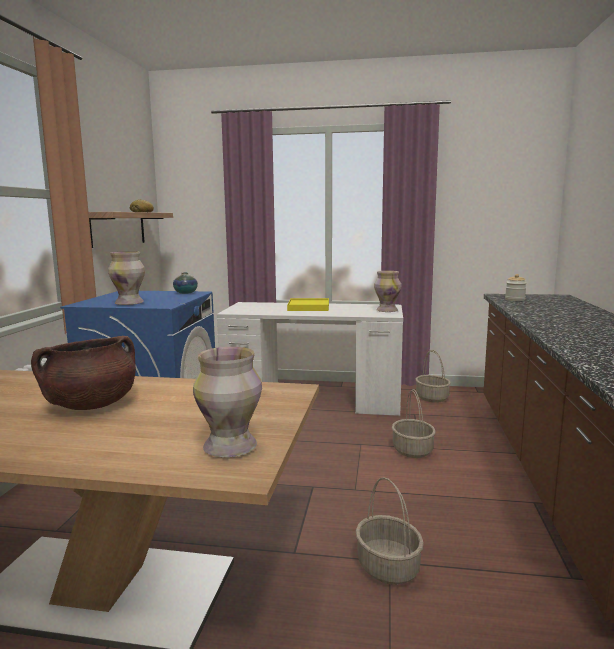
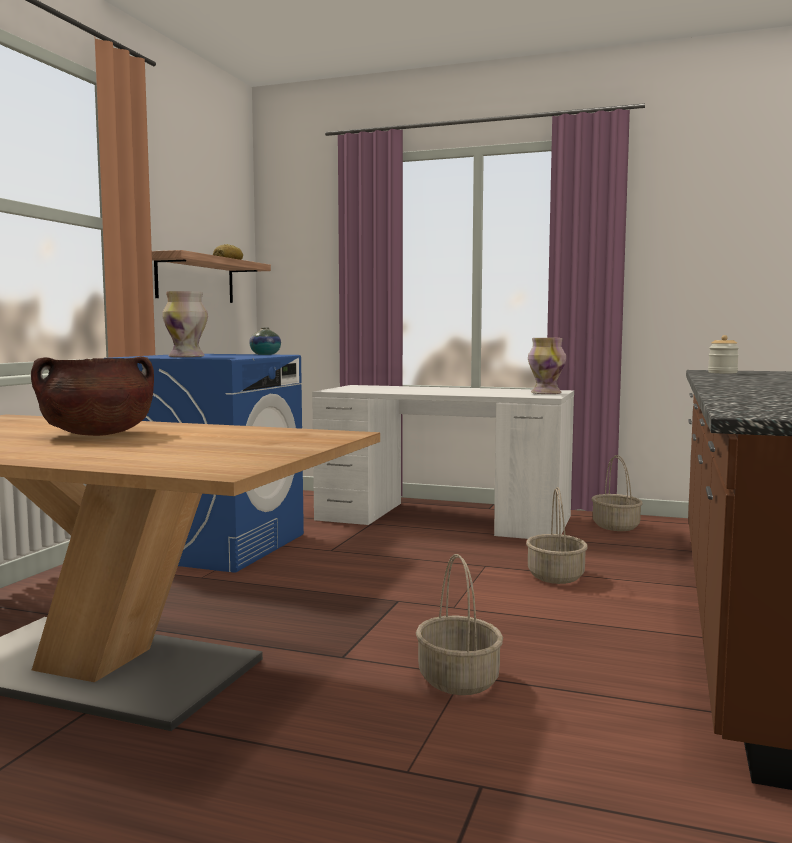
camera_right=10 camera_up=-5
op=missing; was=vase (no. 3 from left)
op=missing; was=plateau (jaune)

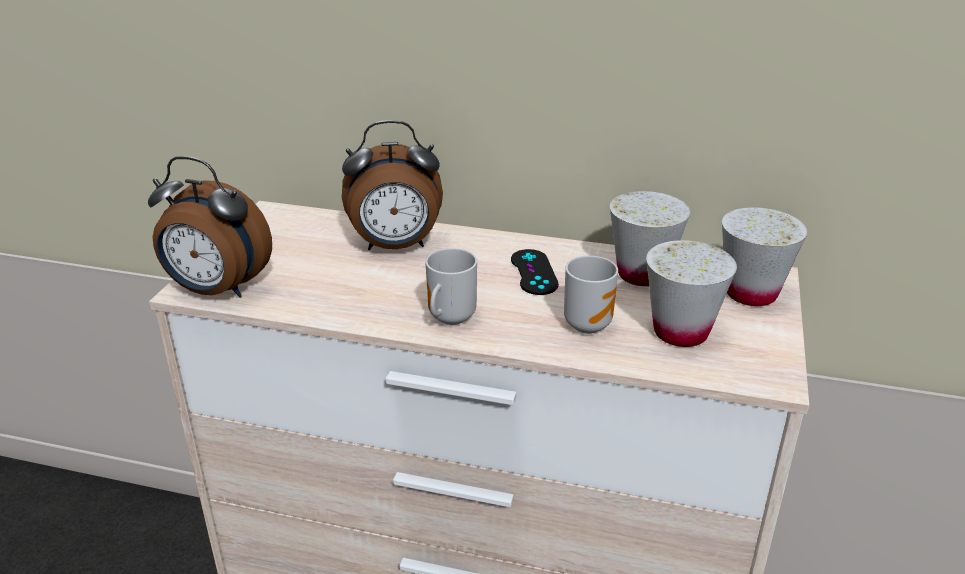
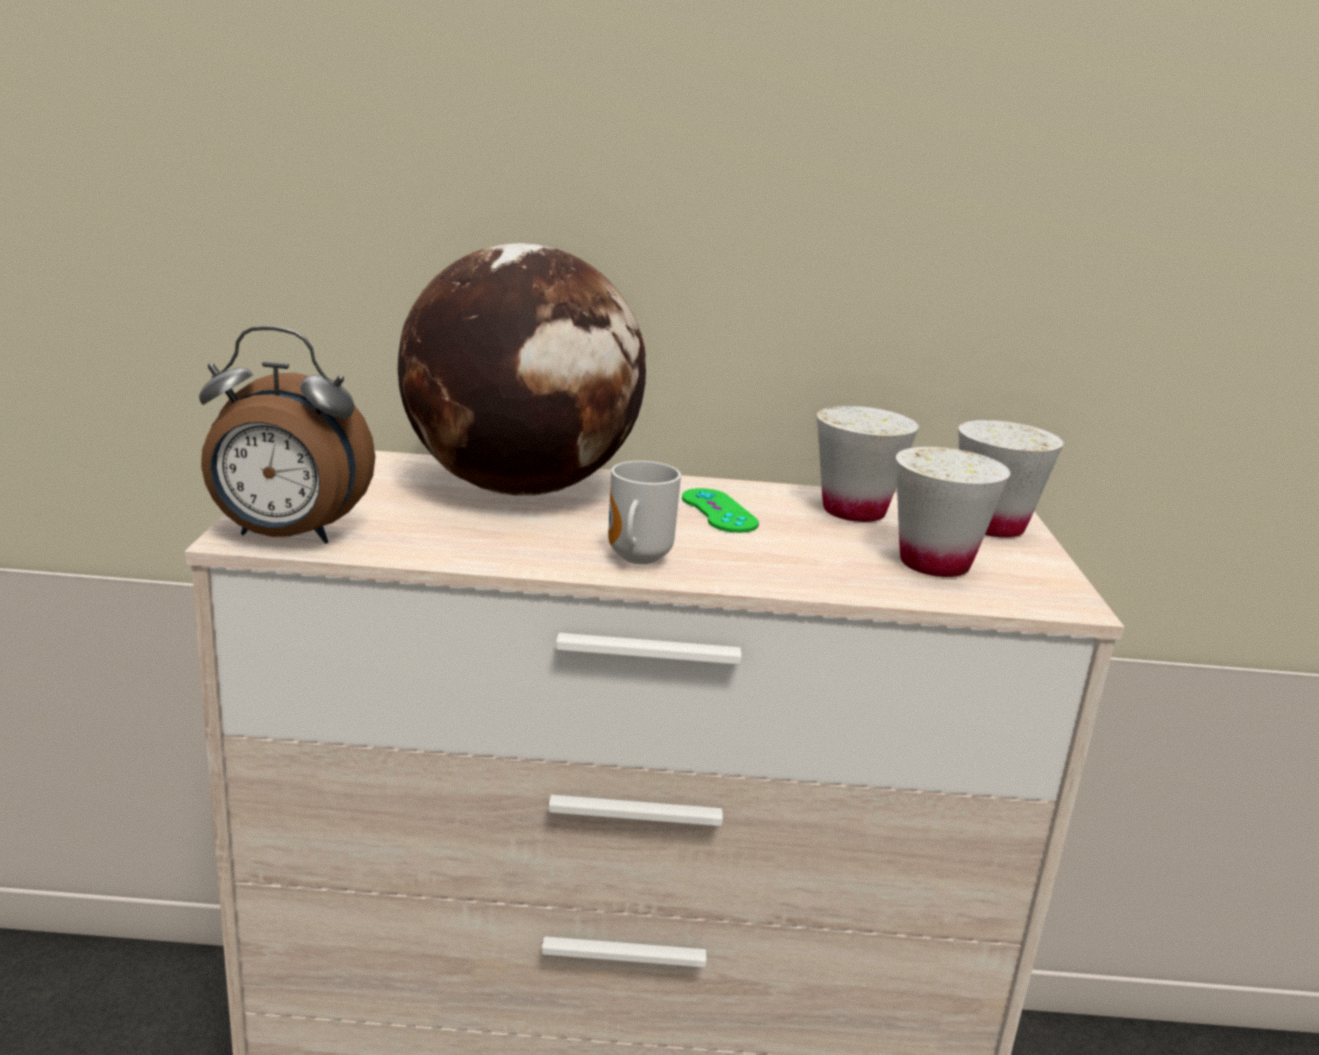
camera_right=-15 camera_up=-10
op=missing; was=mug (no. 2 from left)
op=exchanged; was=réveil (no. 2 from left); now=globe
op=colour; was=manette (noir); now=manette (vert)

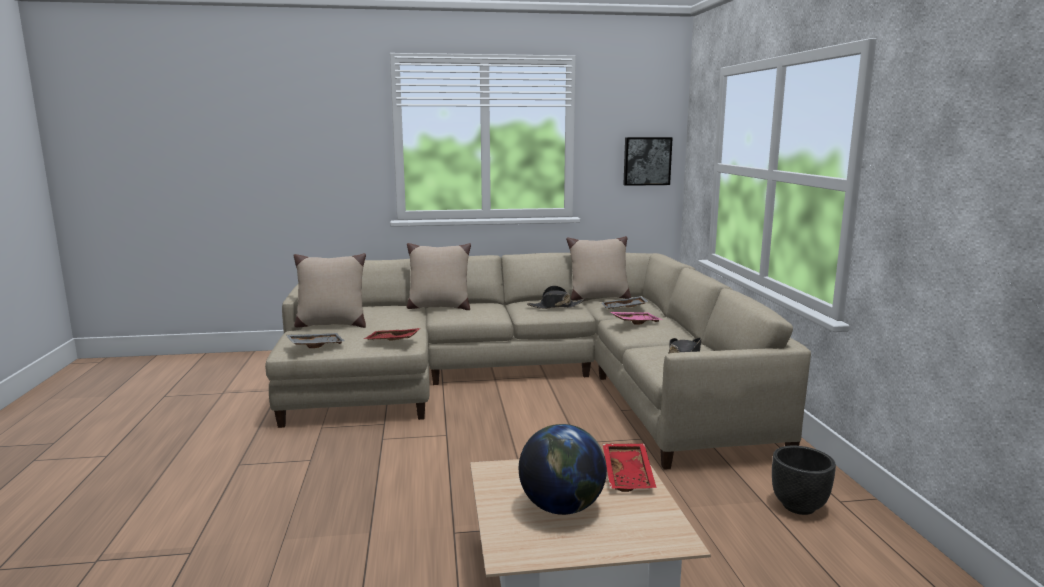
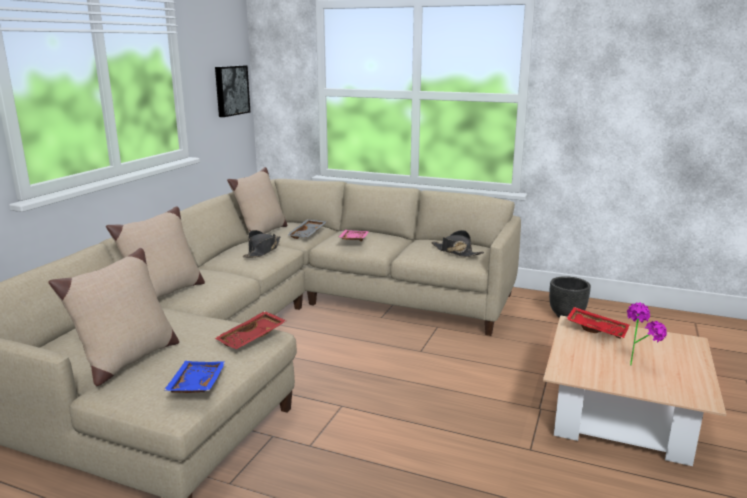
camera_right=-60 camera_up=5
op=exchanged; was=globe; now=plante en pot
op=colour; was=plateau (gris) (no. 1 from left); now=plateau (bleu)

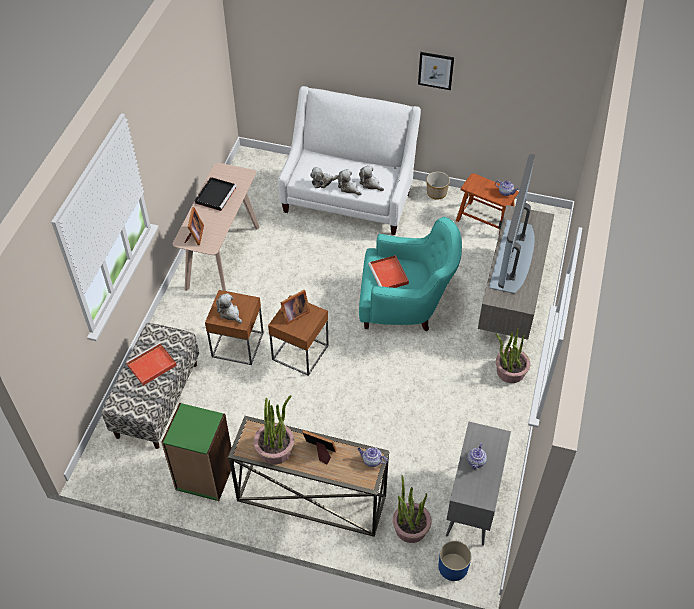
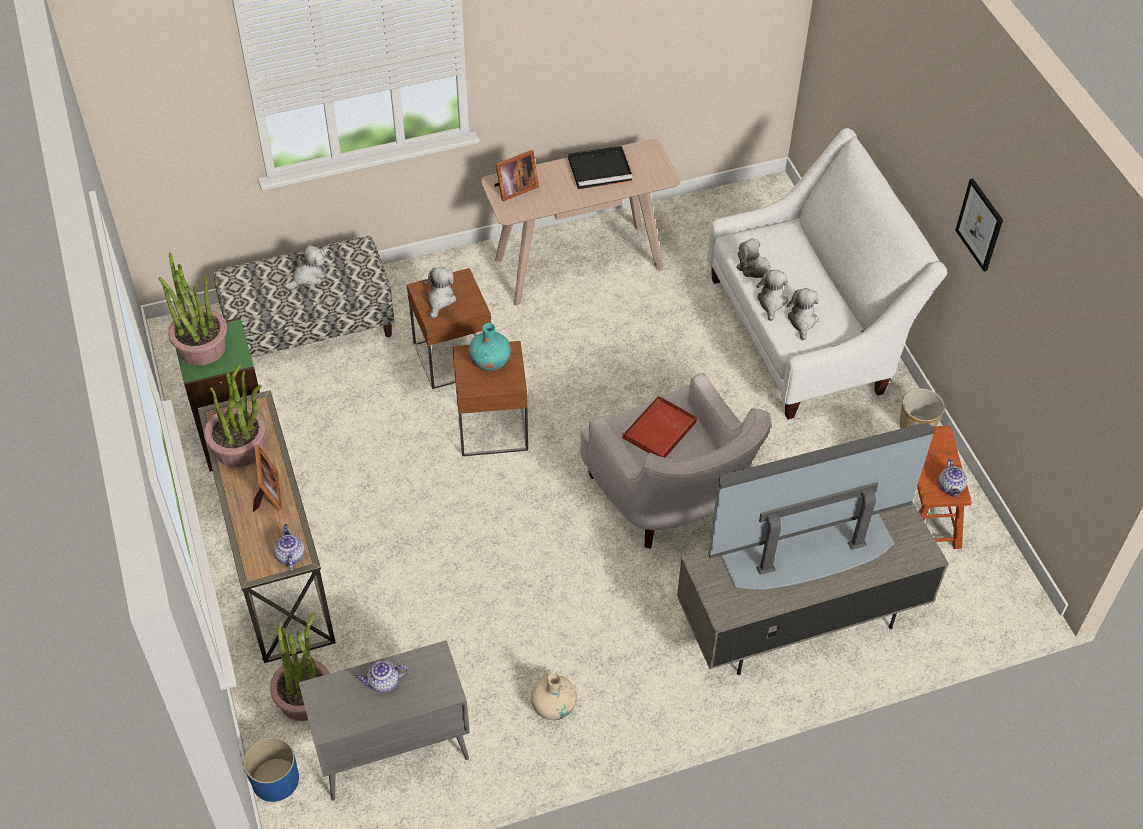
camera_right=55 camera_up=0
op=appeared; now=vase (beige)
op=relocated; was=plante en pot (no. 3 from left in the first image); now=plante en pot (no. 1 from left)
op=exchanged; was=plateau (rouge) (no. 1 from left); now=peluche (no. 1 from left)
op=exchanged; was=cadre photo (no. 2 from left); now=vase (turquoise)
op=colour; was=fauteuil (turquoise); now=fauteuil (blanc)

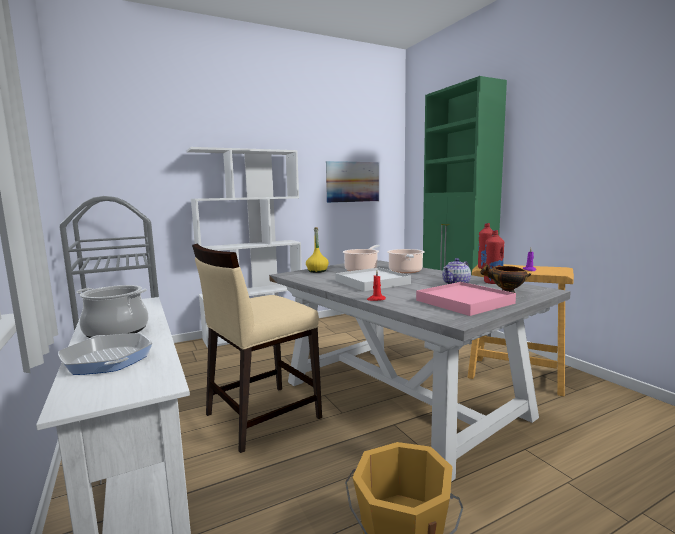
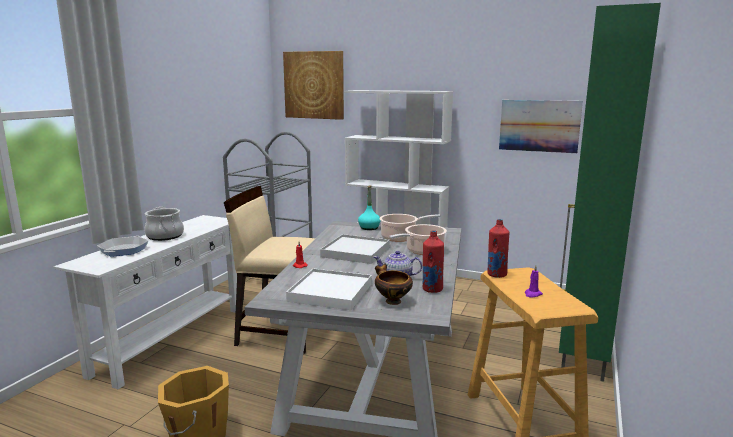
camera_right=50 camera_up=5
op=appeared; now=tableau (no. 1 from left)
op=colour; was=bouteille (jaune); now=bouteille (turquoise)
op=colour; was=plateau (rose); now=plateau (blanc) (no. 1 from left)

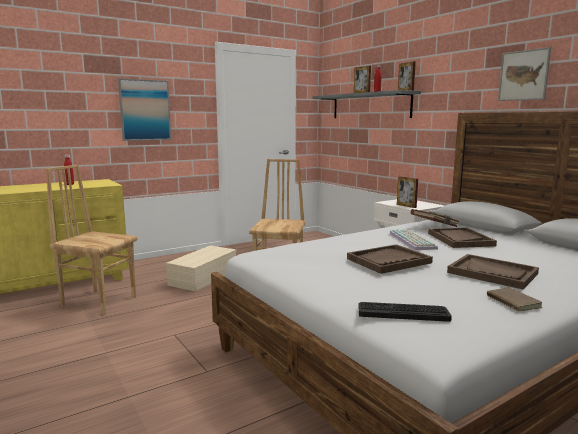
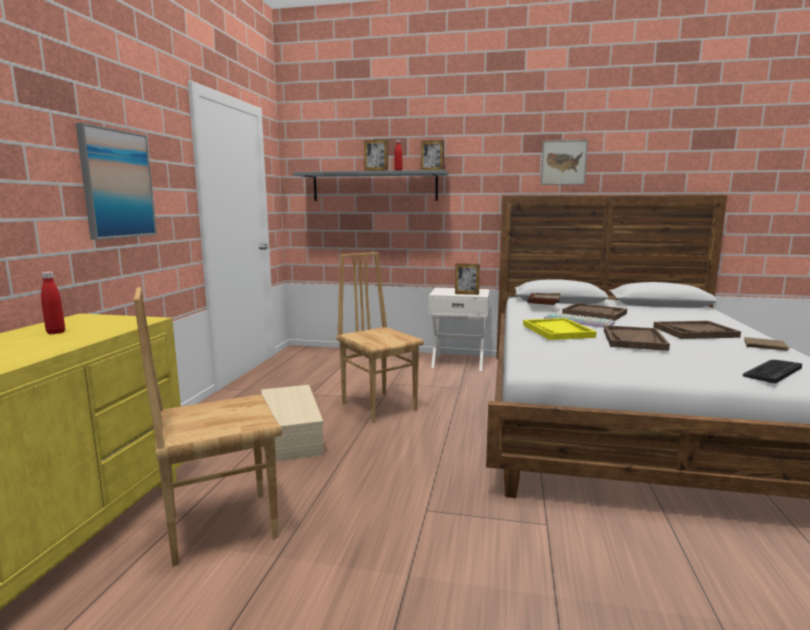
camera_right=-45 camera_up=0
op=appeared; now=plateau (jaune)

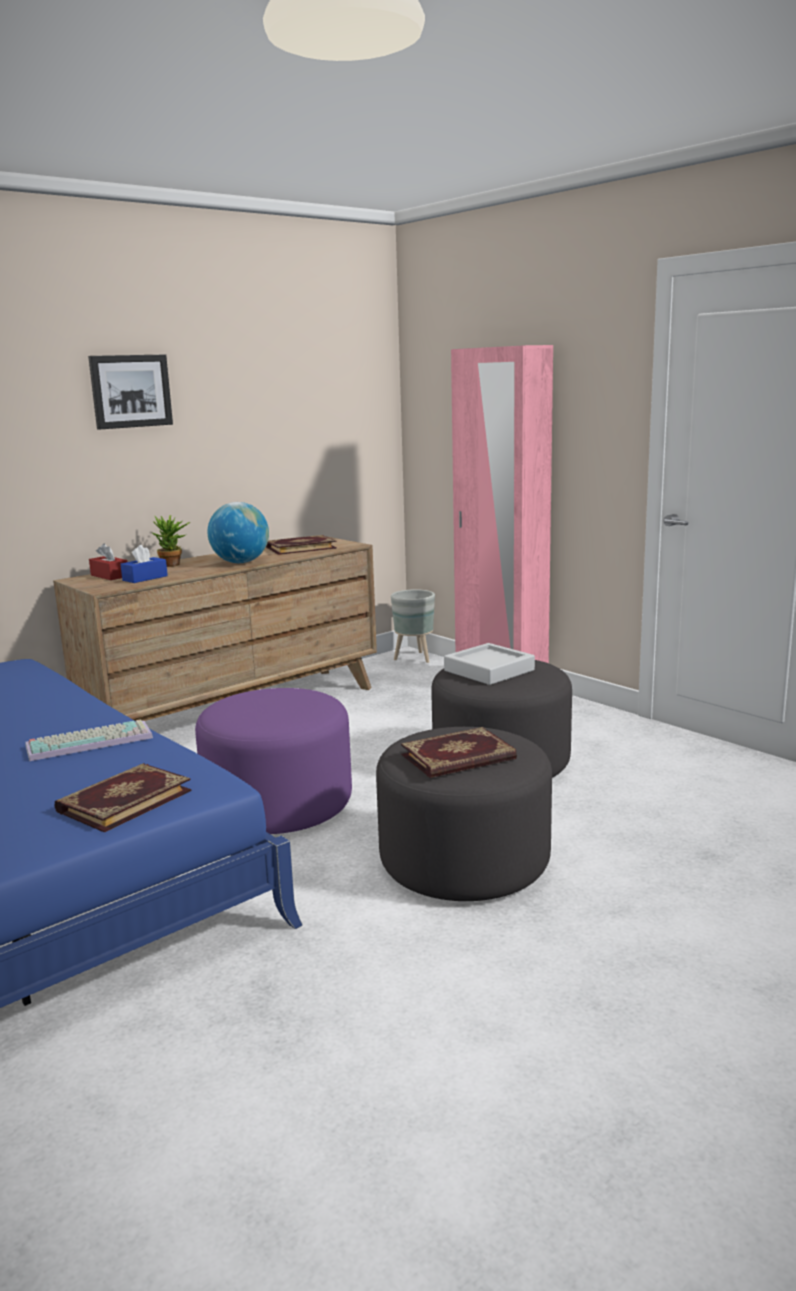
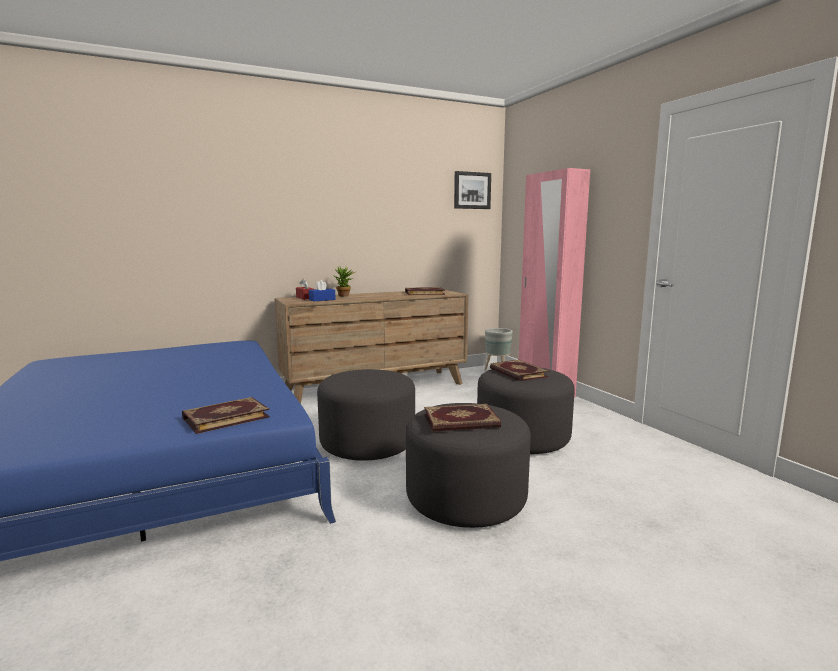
camera_right=15 camera_up=-5
op=missing; was=clavier
op=missing; was=globe
op=relocated; was=tableau
op=exchanged; was=plateau (gris); now=livre (no. 4 from left)
op=colour; was=pouf (violet); now=pouf (gris) (no. 1 from left)

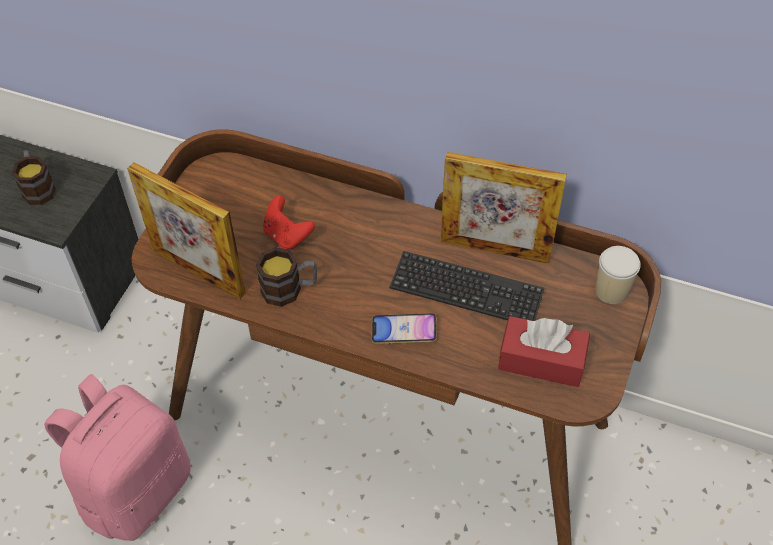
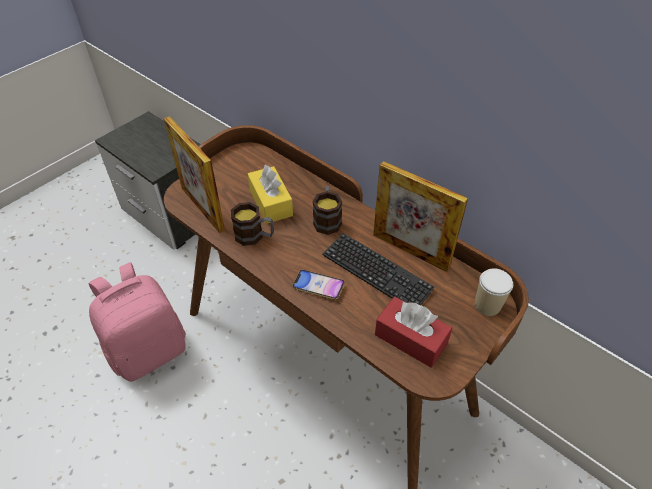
camera_right=20 camera_up=-5
op=relocated; was=mug (no. 1 from left in the first image); now=mug (no. 2 from left)
op=exchanged; was=manette (rouge); now=boîte à mouchoirs (jaune)

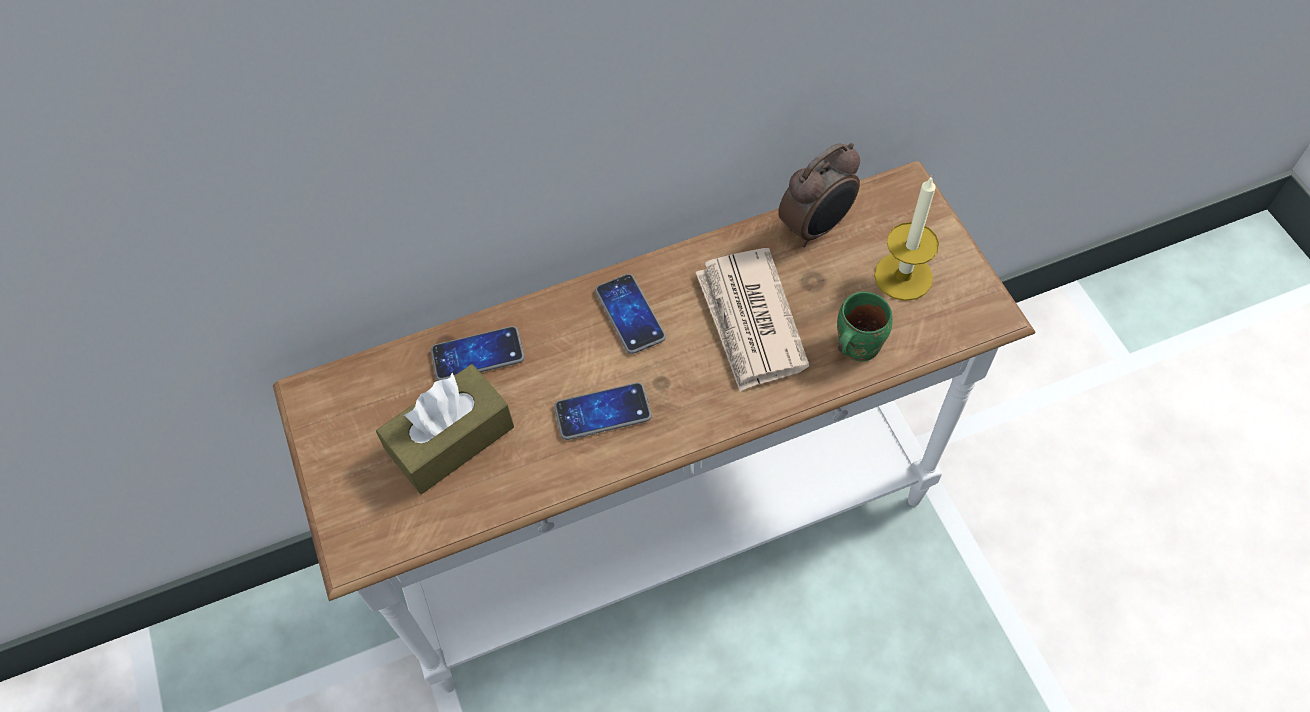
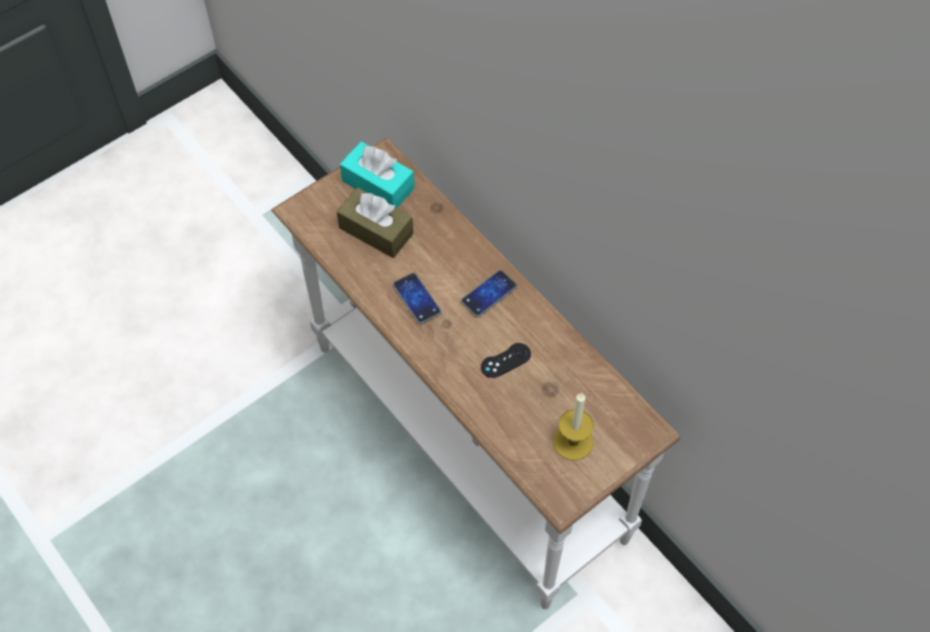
camera_right=70 camera_up=0
op=missing; was=téléphone (no. 1 from left)
op=missing; was=réveil
op=missing; was=mug (vert)
op=appeared; now=boîte à mouchoirs (turquoise)
op=exchanged; was=journal; now=manette (noir)

